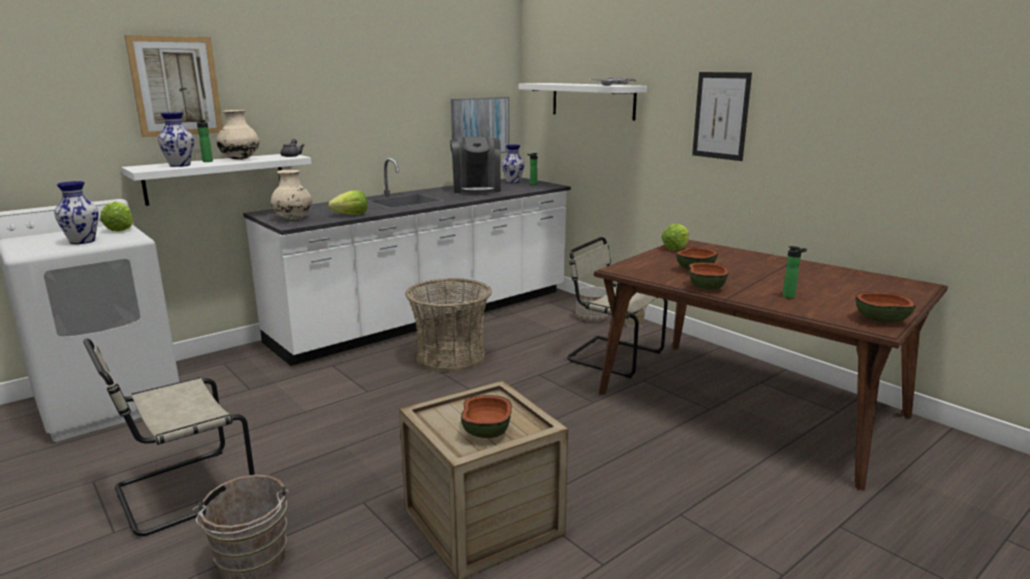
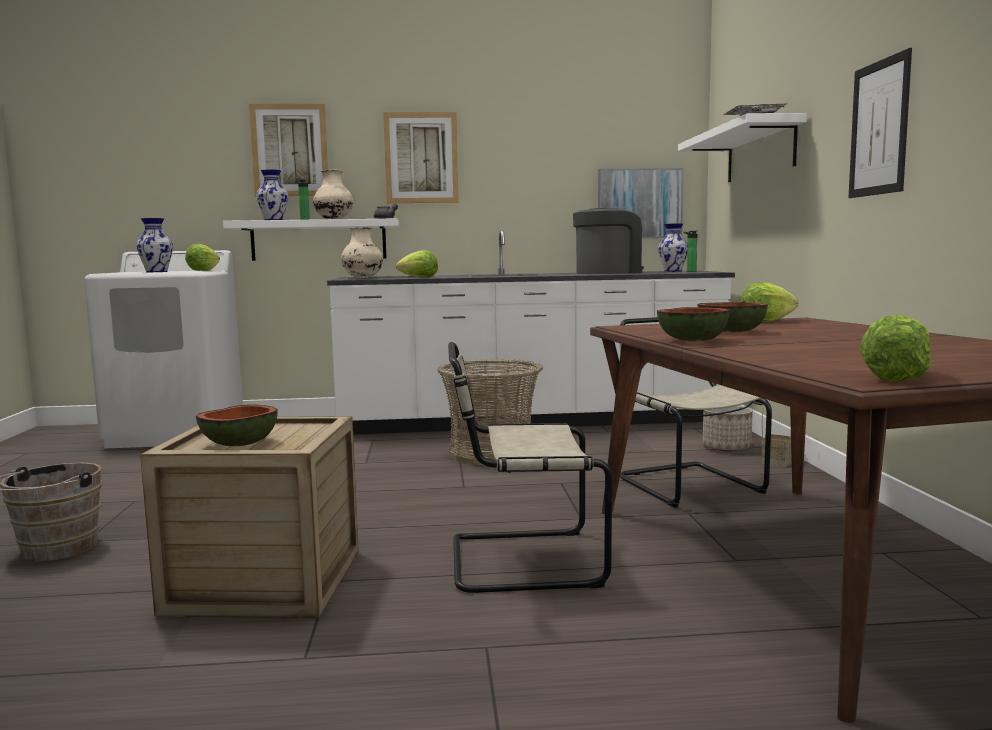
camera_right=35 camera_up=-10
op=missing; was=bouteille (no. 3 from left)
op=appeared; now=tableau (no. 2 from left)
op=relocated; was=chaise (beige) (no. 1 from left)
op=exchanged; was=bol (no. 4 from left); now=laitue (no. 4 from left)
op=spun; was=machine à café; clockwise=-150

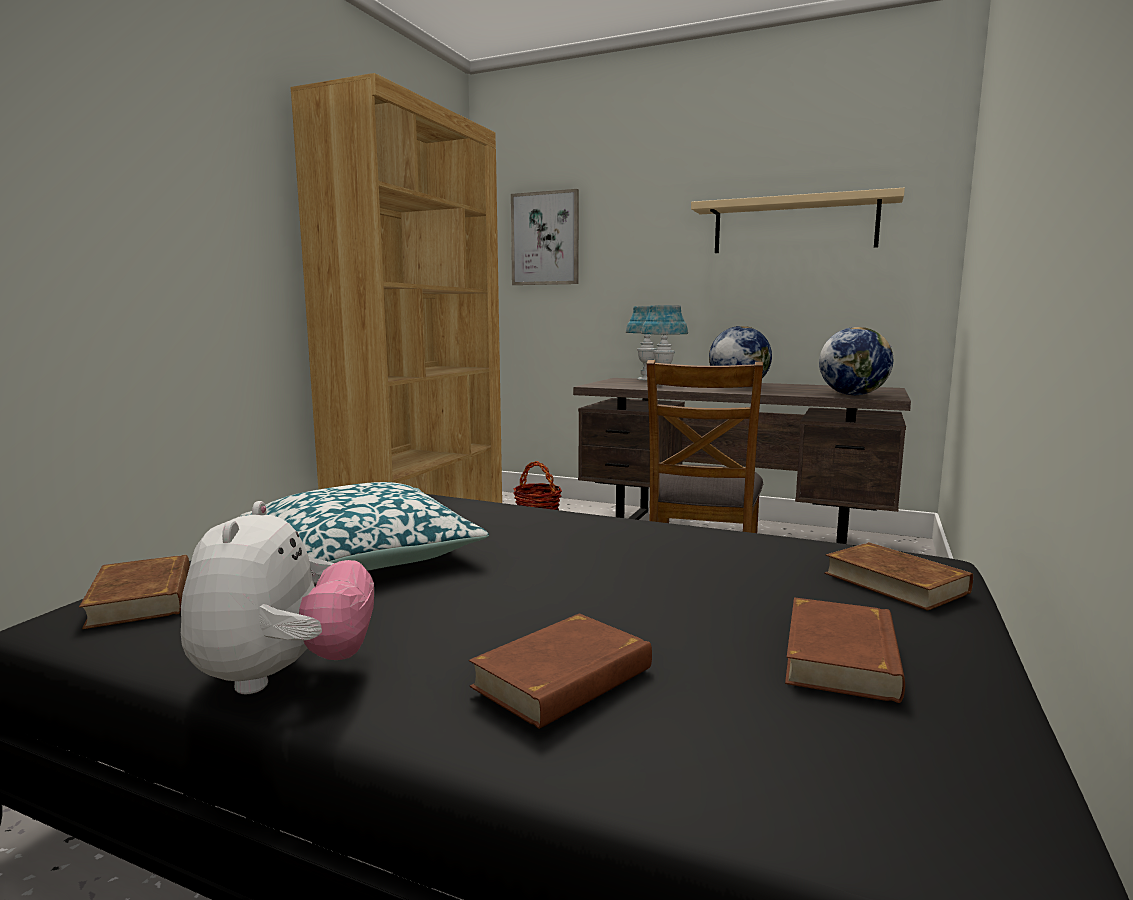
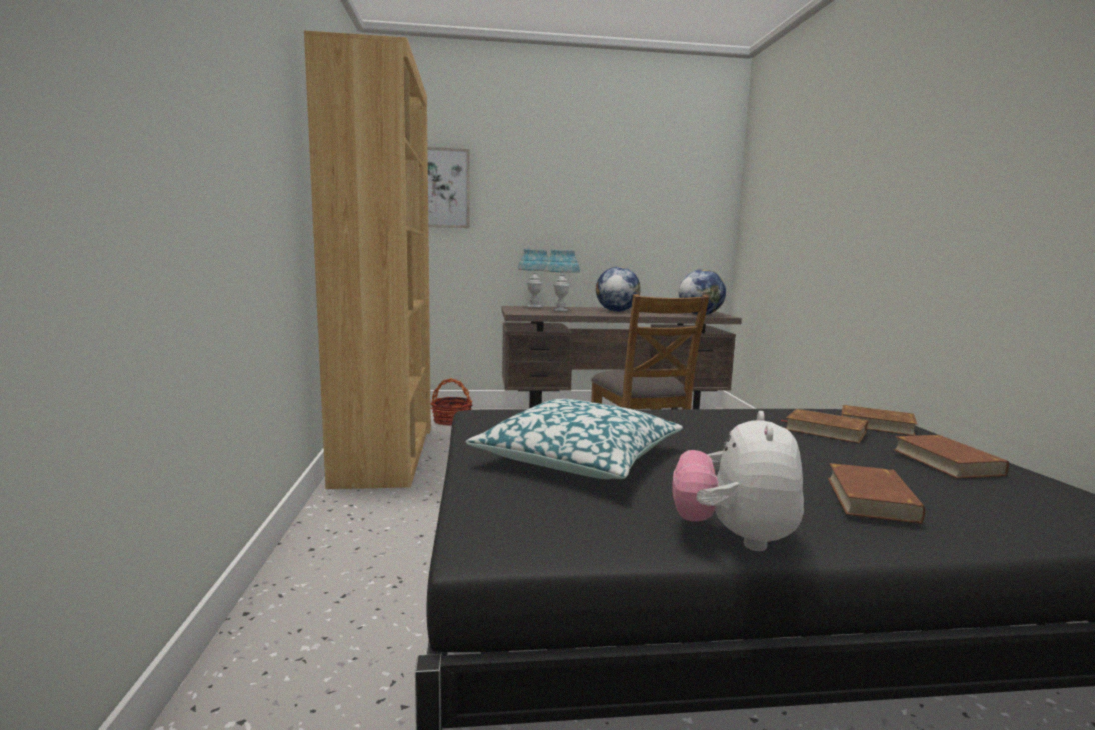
camera_right=-30 camera_up=0
op=missing; was=étagère (beige)
op=relocated; was=livre (marron) (no. 1 from left)
op=spun; was=peluche; clockwise=-135

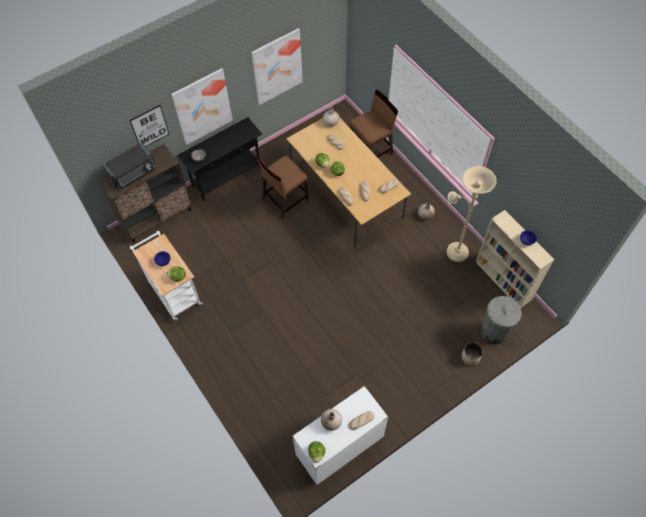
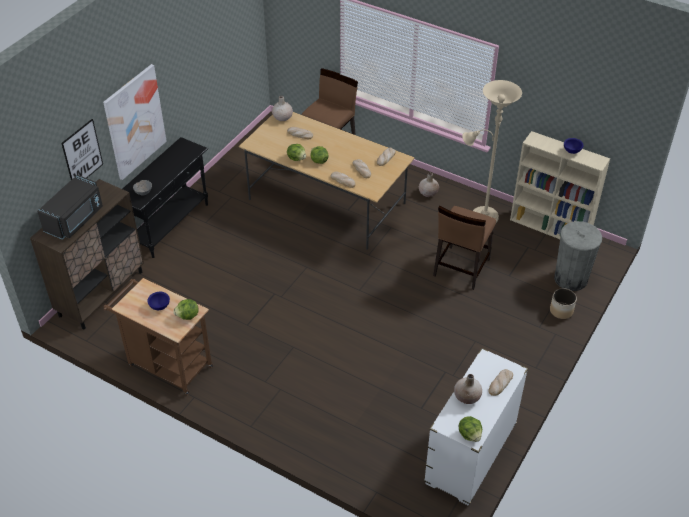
camera_right=-25 camera_up=-15
op=missing; was=tableau (no. 3 from left)
op=relocated; was=chaise (marron) (no. 1 from left in the first image); now=chaise (marron) (no. 2 from left)
op=colour; was=chariot (blanc); now=chariot (marron)

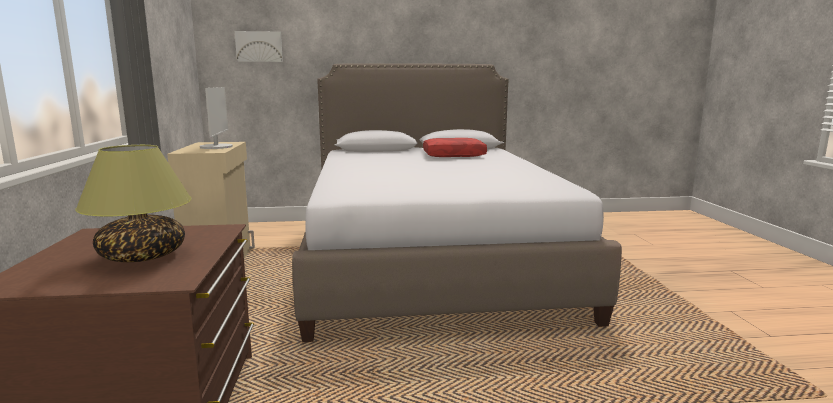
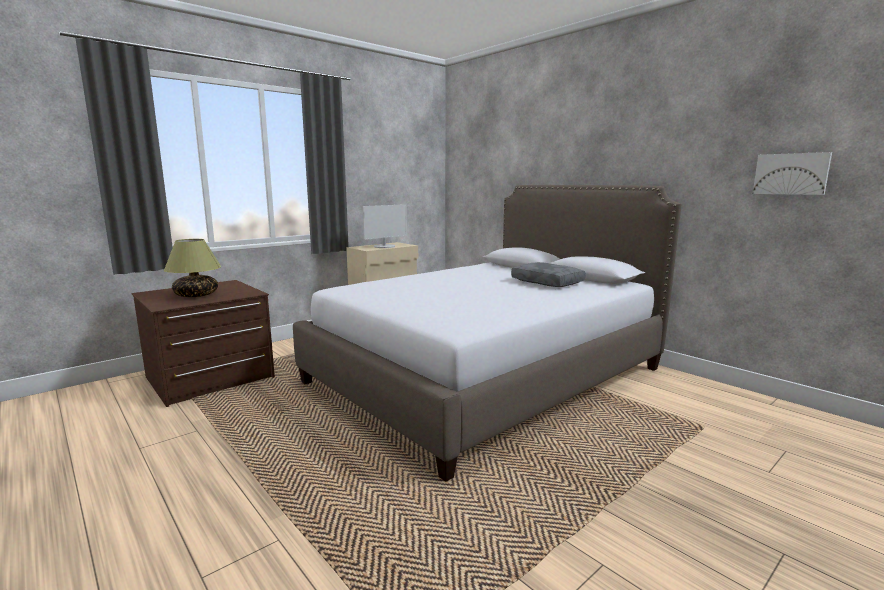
camera_right=55 camera_up=0
op=relocated; was=tableau
op=colour; was=coussin (rouge); now=coussin (gris)

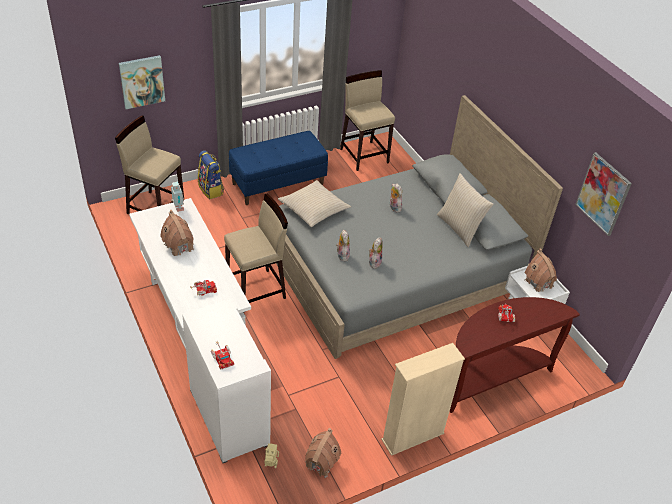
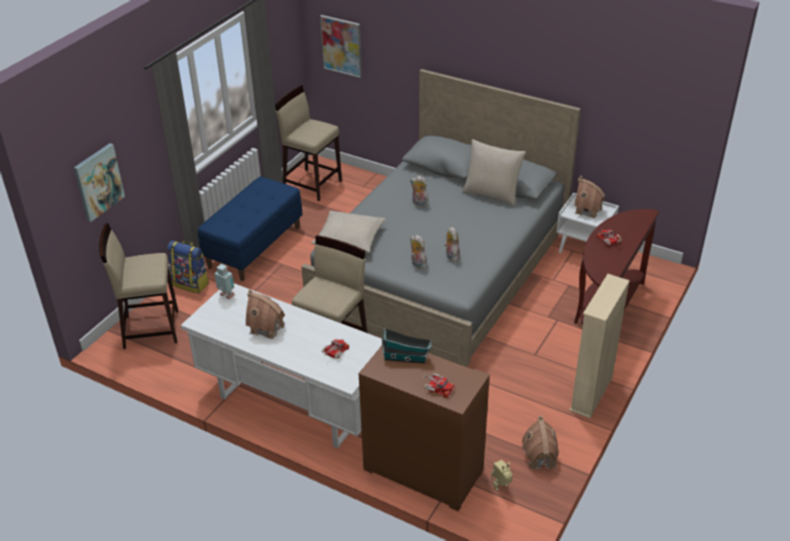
camera_right=-30 camera_up=-5
op=appeared; now=maison miniature (no. 2 from left)
op=relocated; was=tableau (no. 2 from left)
op=colour; was=meuble de rangement (blanc); now=meuble de rangement (marron)

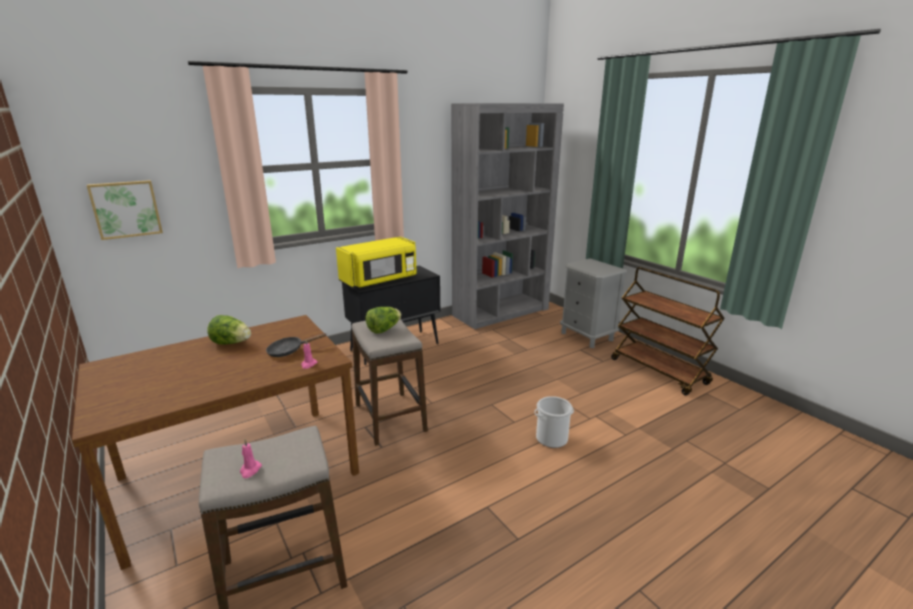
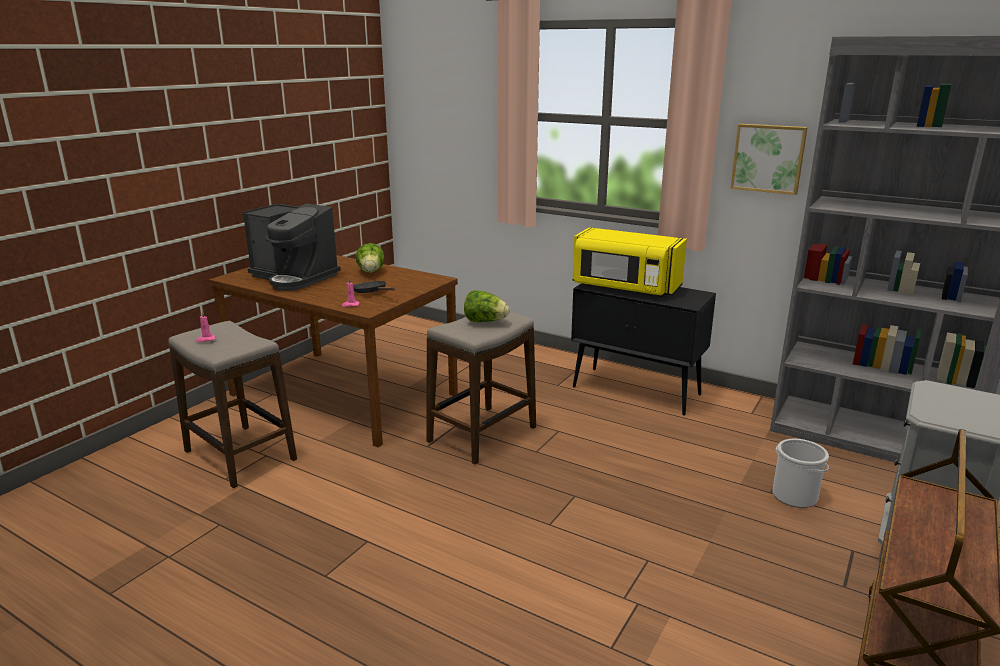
camera_right=65 camera_up=0
op=appeared; now=machine à café
op=relocated; was=tableau
op=relocated; was=seau

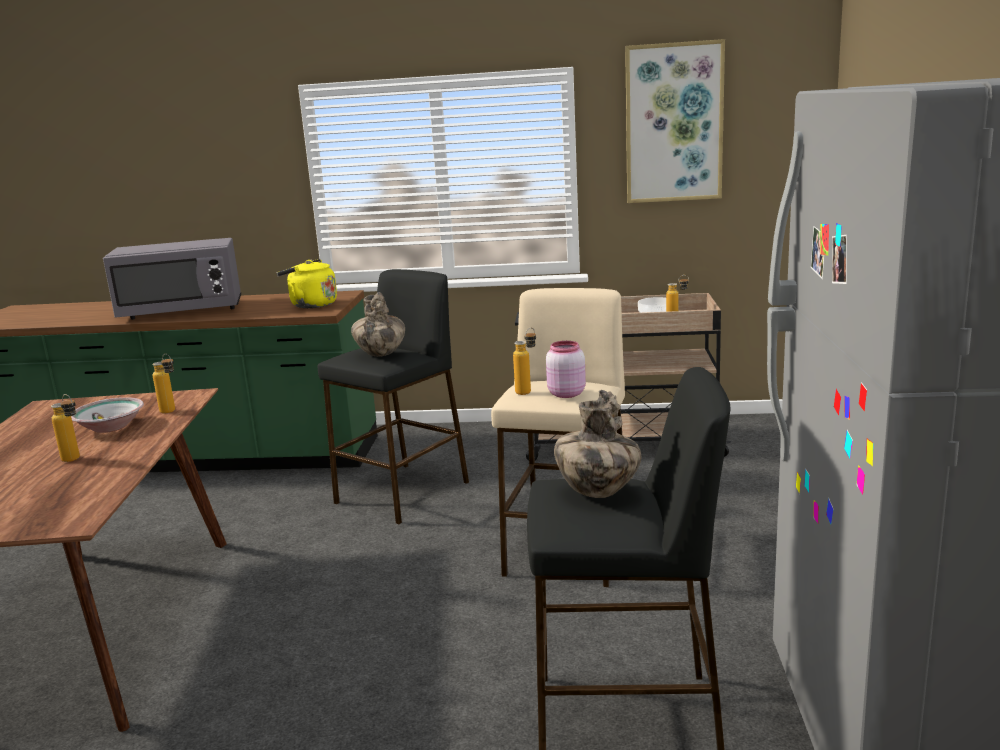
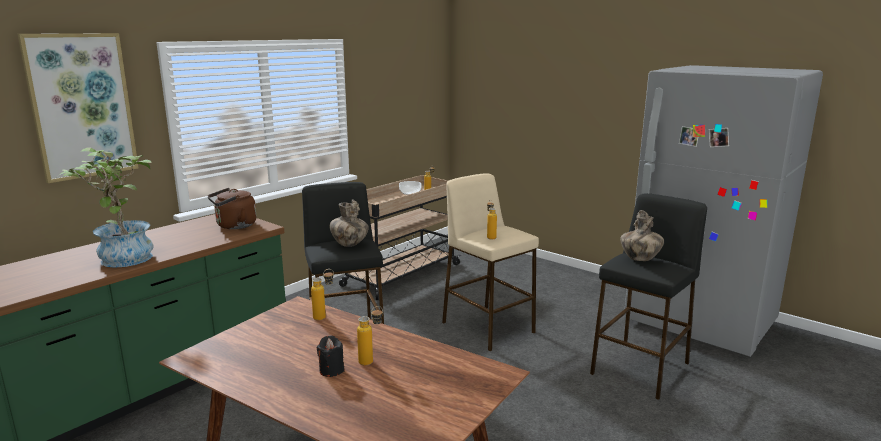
camera_right=-55 camera_up=0
op=missing; was=bol (no. 1 from left)
op=missing; was=bocal (rose)
op=appeared; now=bougie (noir)
op=relocated; was=tableau
op=exchanged; was=micro-ondes (gris); now=plante en pot
op=colour; was=bouilloire (jaune); now=bouilloire (marron)

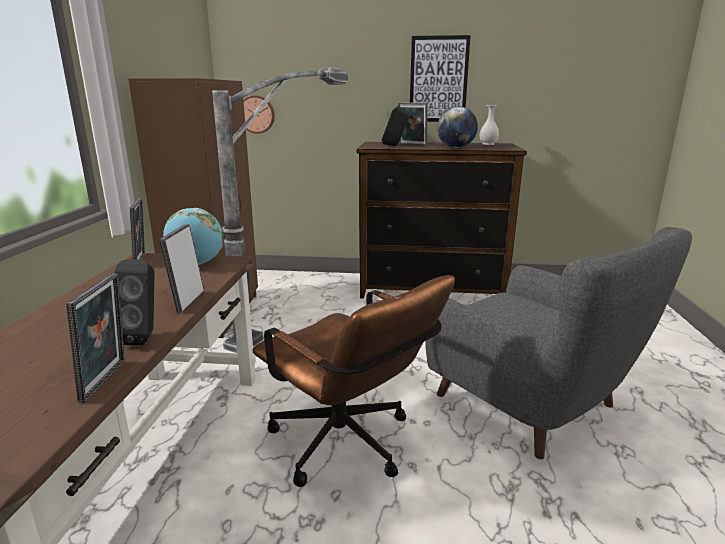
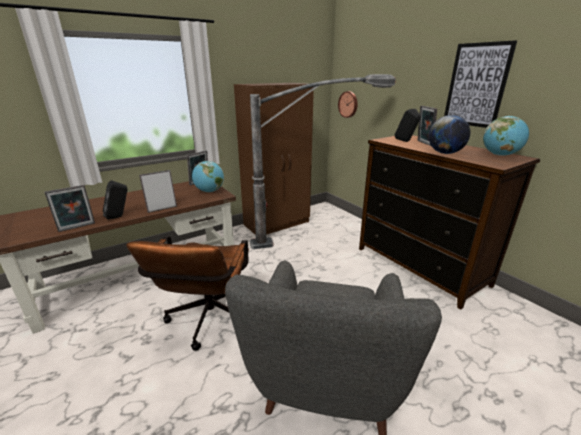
camera_right=50 camera_up=5
op=exchanged; was=vase (blanc); now=globe (no. 3 from left)

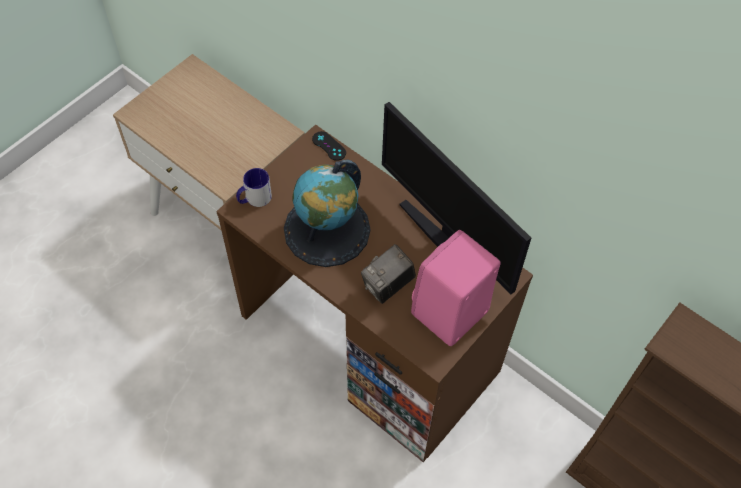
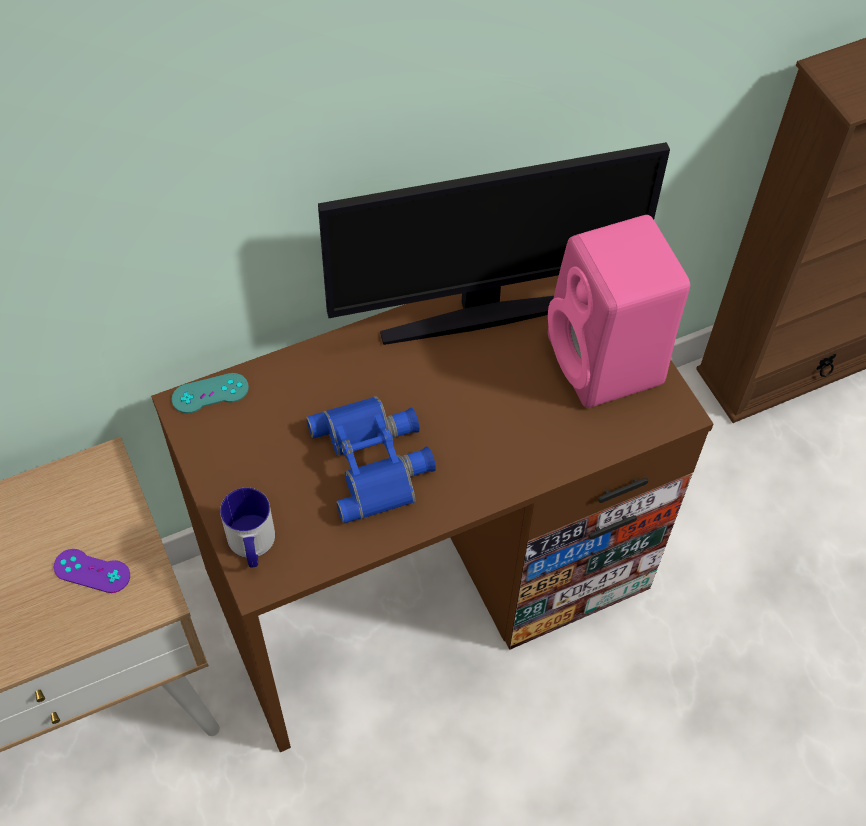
camera_right=-65 camera_up=0
op=missing; was=appareil photo
op=appeared; now=manette (violet)
op=exchanged; was=globe; now=jumelles (bleu)
op=colour; was=manette (noir); now=manette (turquoise)

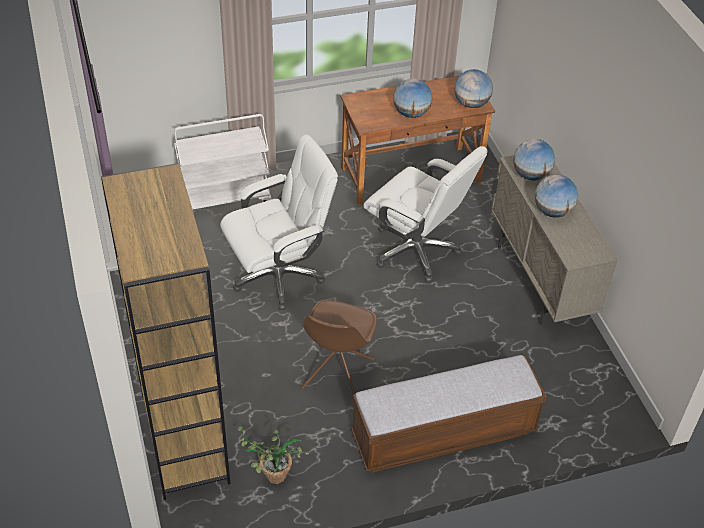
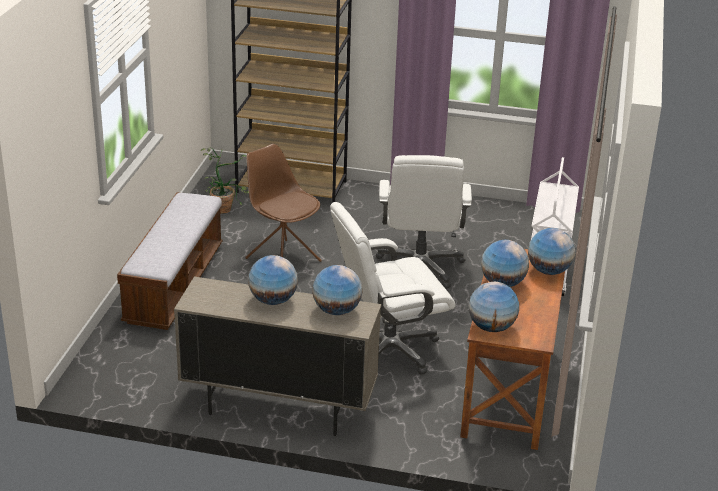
camera_right=120 camera_up=-15
op=appeared; now=globe (no. 5 from left)

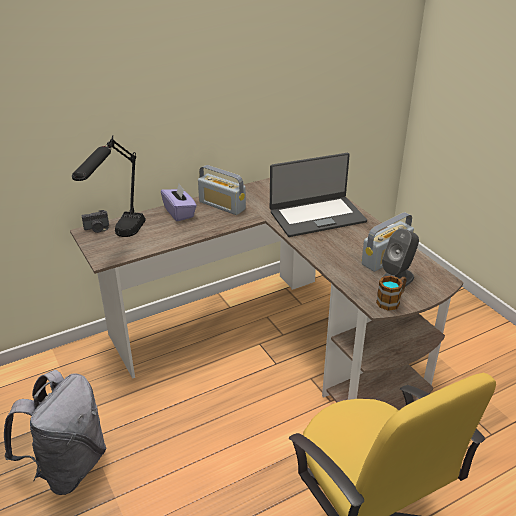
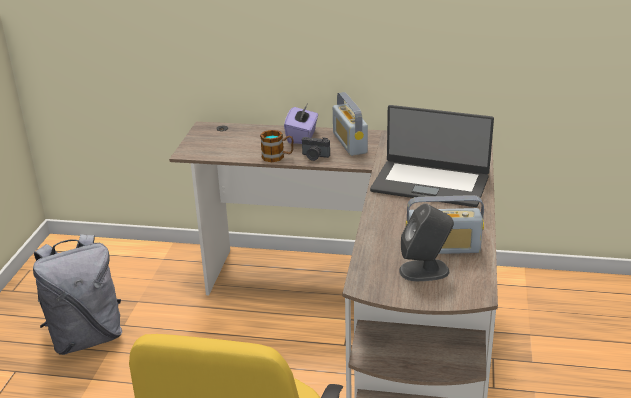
camera_right=40 camera_up=-5
op=missing; was=lampe de table (noir)
op=relocated; was=appareil photo
op=relocated; was=mug

